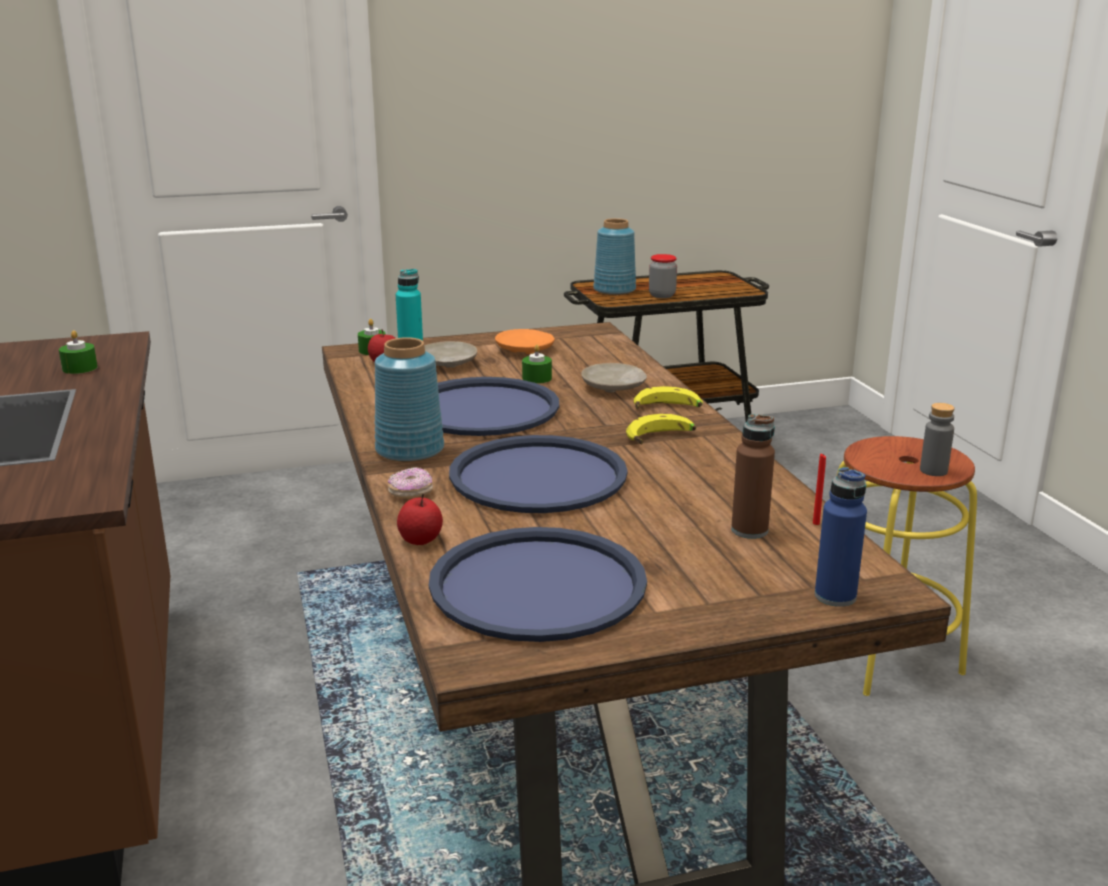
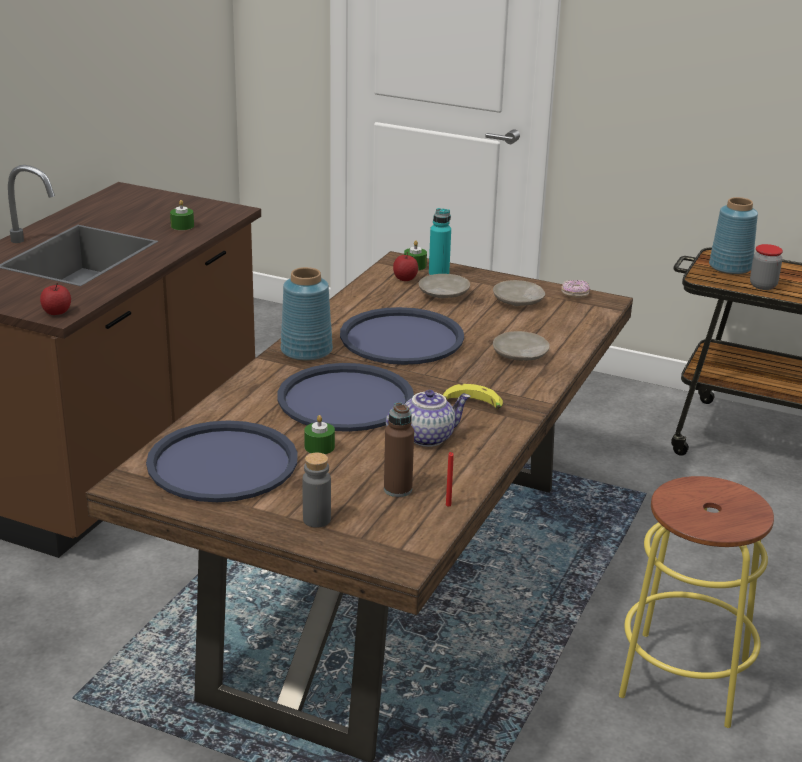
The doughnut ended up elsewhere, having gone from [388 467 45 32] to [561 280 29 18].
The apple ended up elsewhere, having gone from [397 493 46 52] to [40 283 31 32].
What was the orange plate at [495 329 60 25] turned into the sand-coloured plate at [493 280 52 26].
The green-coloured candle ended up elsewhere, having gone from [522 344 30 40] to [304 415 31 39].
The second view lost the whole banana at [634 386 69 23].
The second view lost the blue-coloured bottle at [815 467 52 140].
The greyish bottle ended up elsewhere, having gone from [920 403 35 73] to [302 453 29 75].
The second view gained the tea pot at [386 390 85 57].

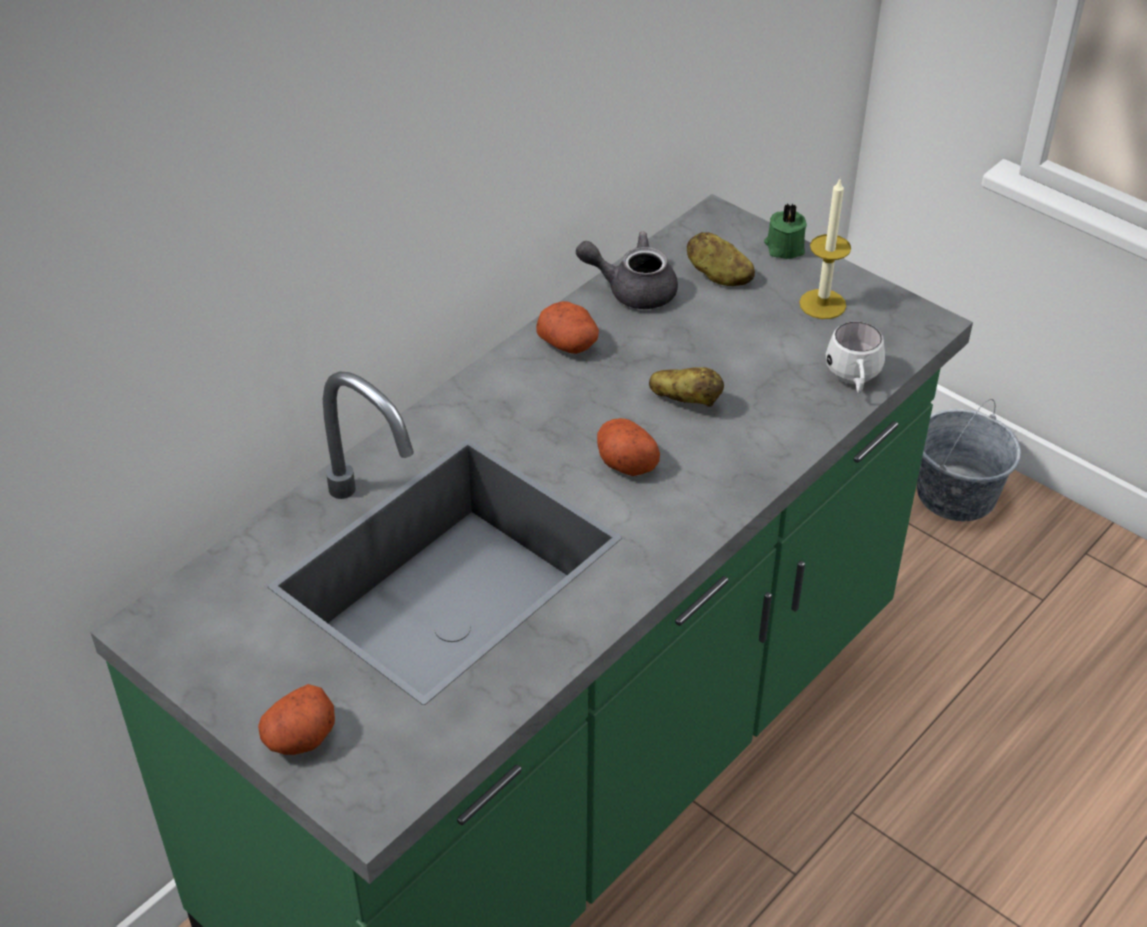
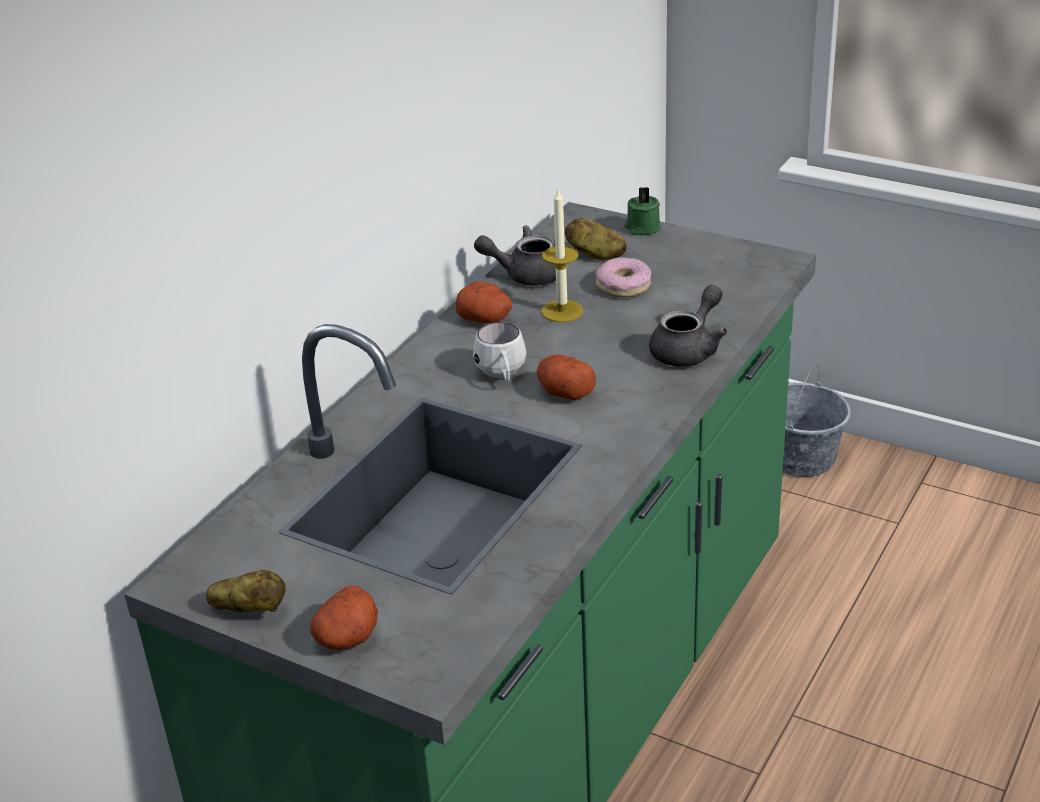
The whole potato ended up elsewhere, having gone from [649 367 75 40] to [206 570 80 42].
The candle ended up elsewhere, having gone from [799 179 52 140] to [541 190 42 132].
The white-coloured tea mug ended up elsewhere, having gone from [826 322 59 72] to [473 322 53 60].
The second view gained the doughnut at [596 257 55 40].
The second view gained the greyish tea pot at [649 285 78 82].

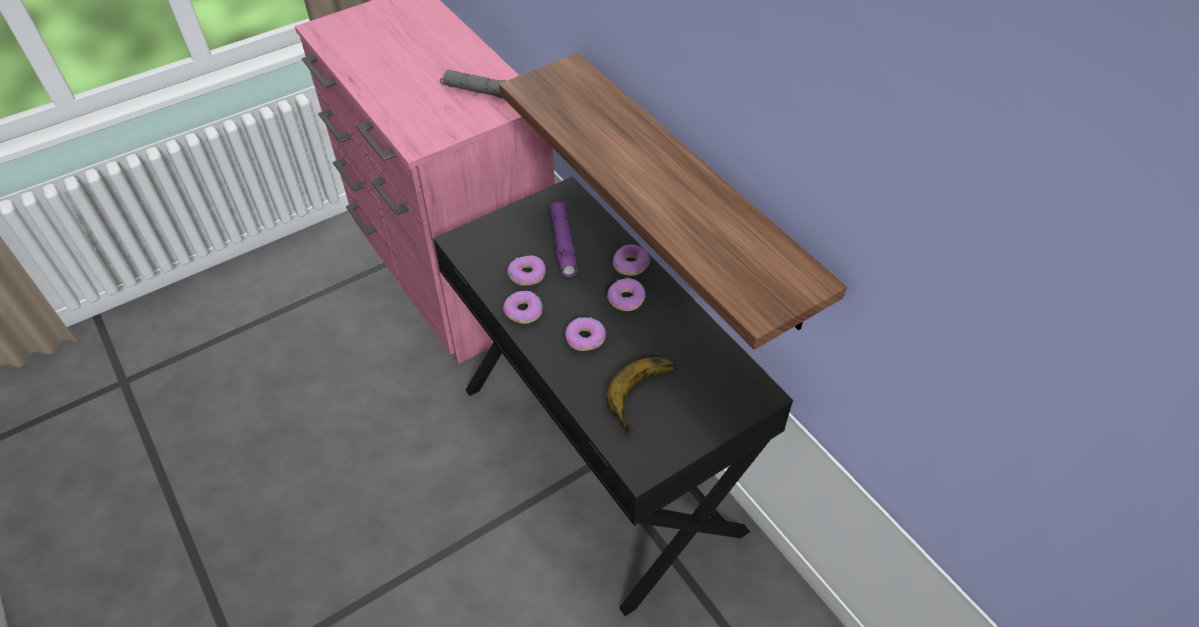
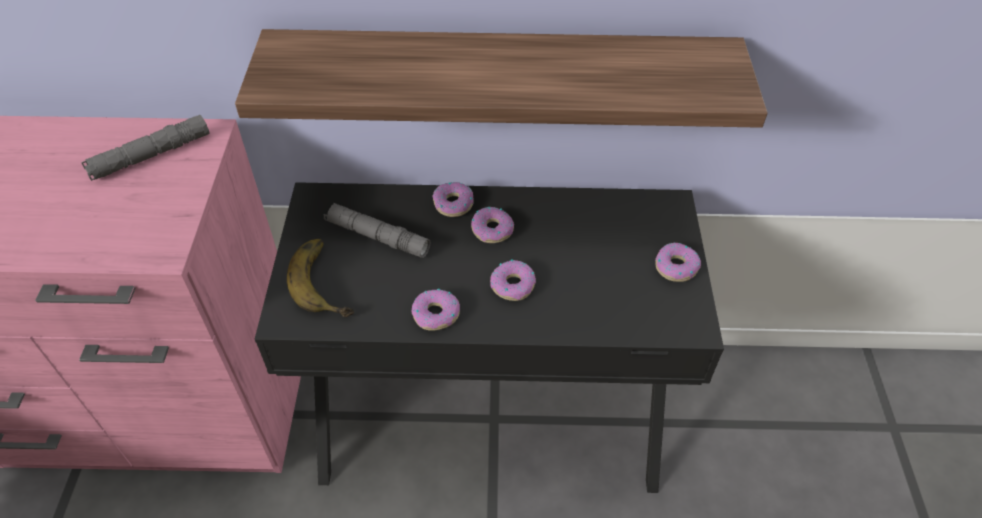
The doughnut ended up elsewhere, having gone from [507 255 39 31] to [655 243 46 39].
What was the purple hand torch at [549 202 29 75] turned into the greyish hand torch at [324 203 107 55].
The whole banana ended up elsewhere, having gone from [606 357 69 77] to [287 239 67 78].

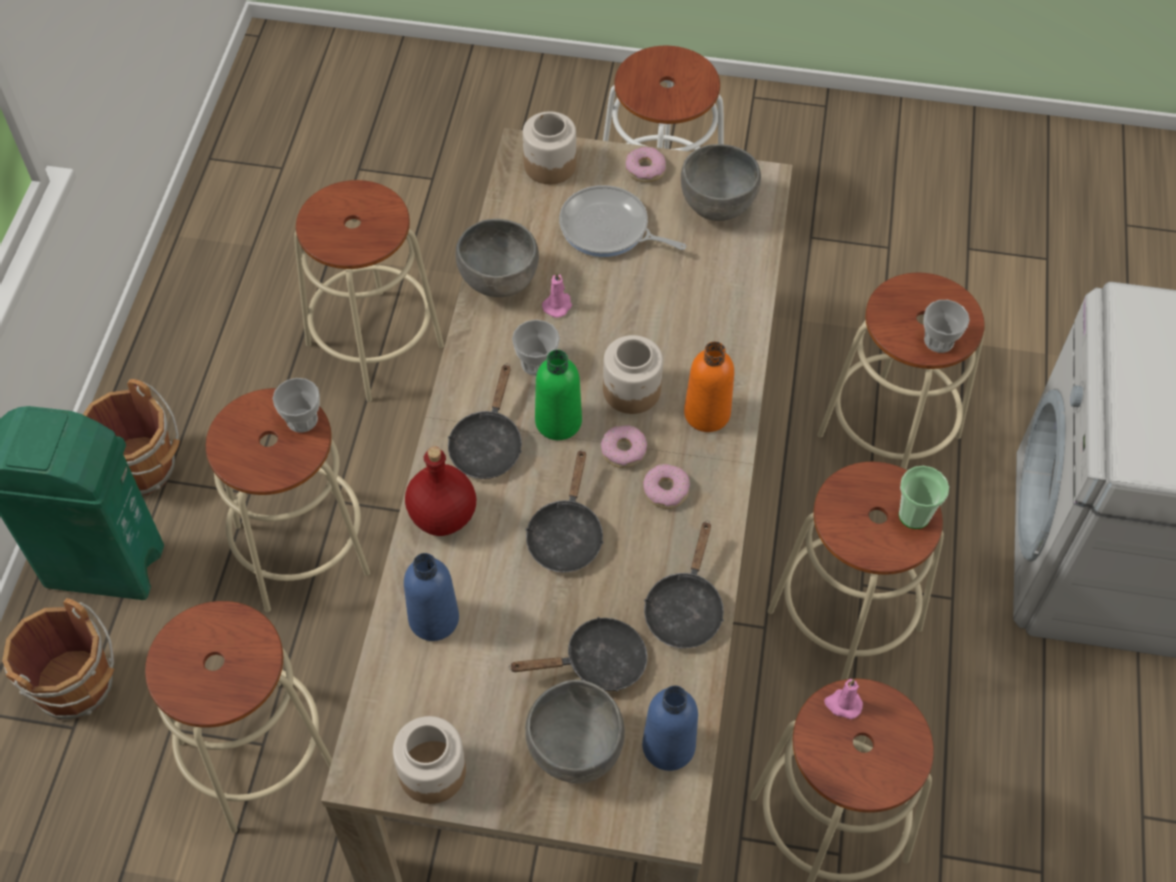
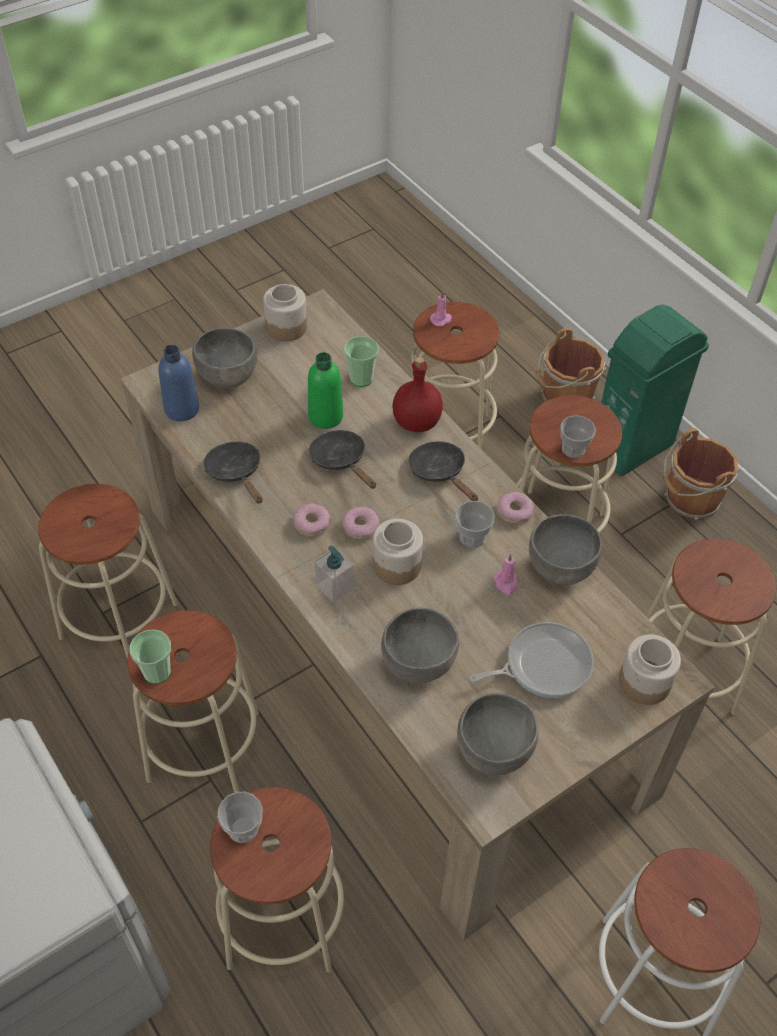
Where the blue-coloured bottle stood at [404 553 55 88], the small cup came to stand at [344 336 35 51].
The second view lost the blackish frying pan at [509 617 138 74].
The green-coloured bottle ended up elsewhere, having gone from [535 350 47 90] to [308 352 35 77].
The doughnut ended up elsewhere, having gone from [626 147 40 35] to [497 492 37 32].
Where the orange bottle stood at [684 341 50 91], the soap dispenser came to stand at [314 546 40 57].
The pinkish candle ended up elsewhere, having gone from [824 679 39 40] to [430 291 22 35].
The second view gained the greyish bowl at [381 607 78 76].

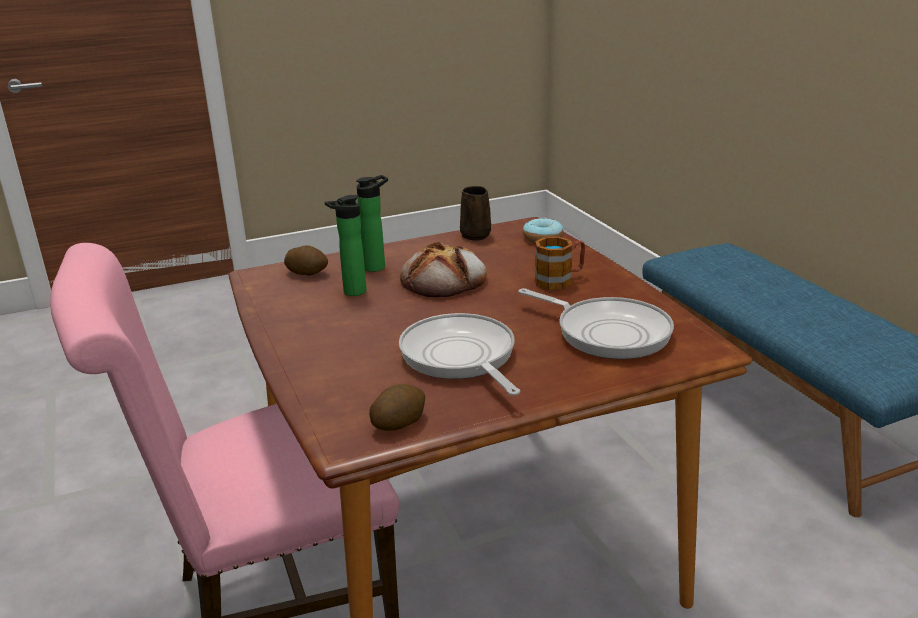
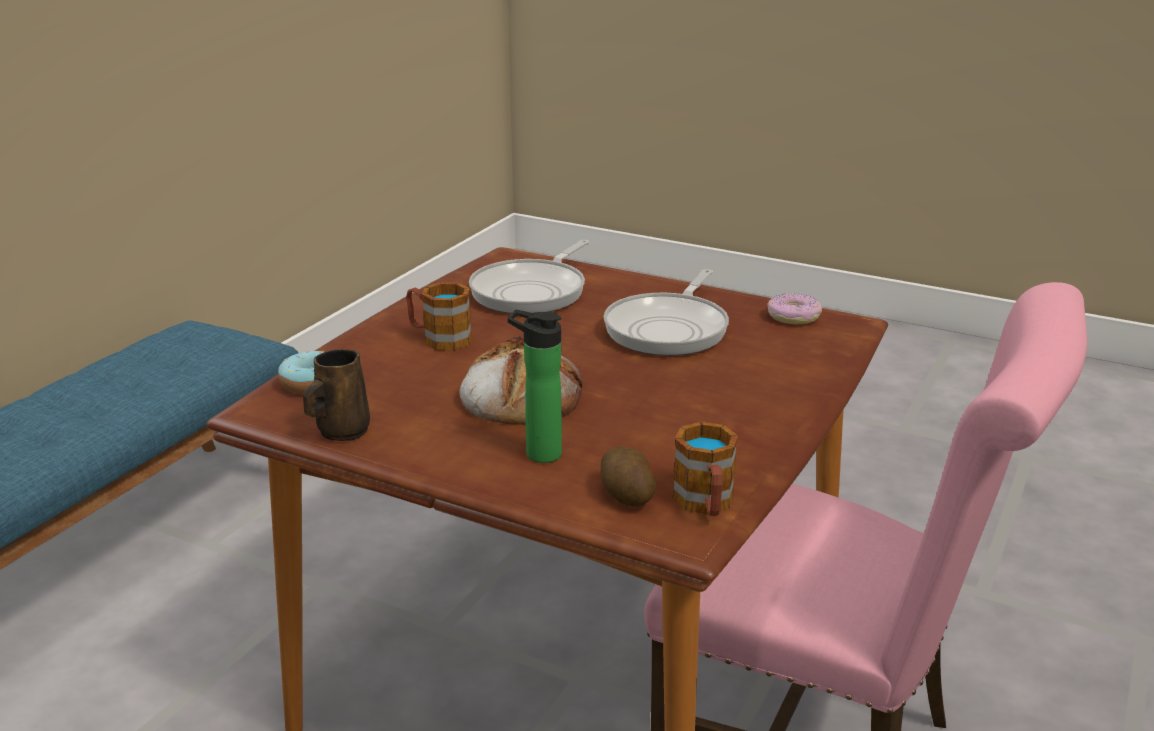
The second view lost the bottle at [325 195 42 101].
Where the whole potato stood at [369 384 56 47], the doughnut came to stand at [768 293 54 31].
The frying pan at [519 288 155 71] ended up facing another way, 150 degrees counterclockwise from before.
The second view gained the tea mug at [672 422 66 94].

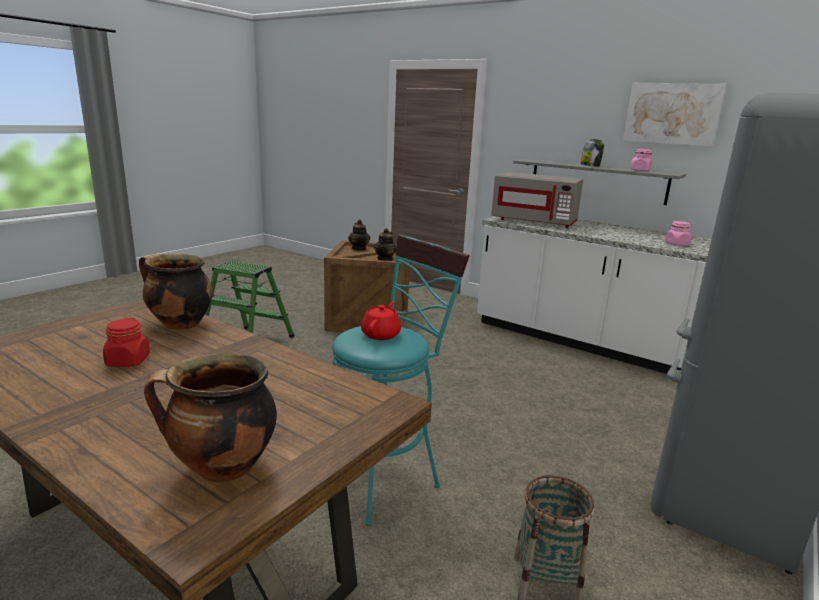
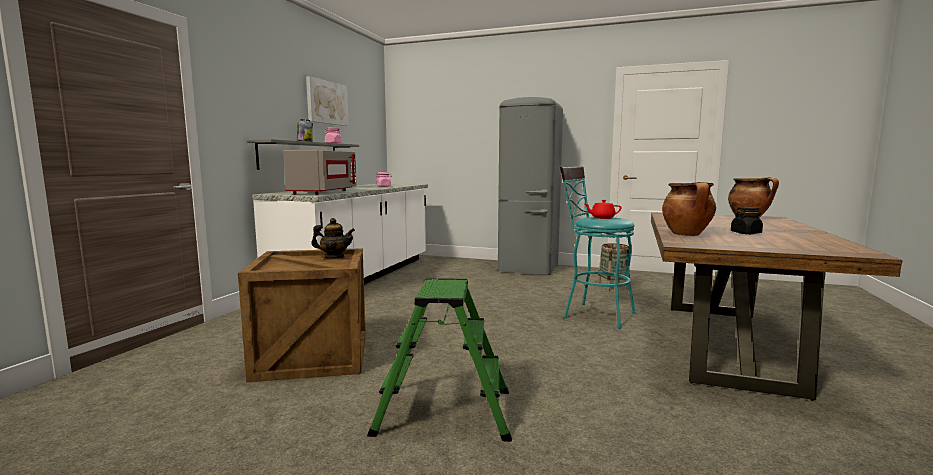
What was the red-coloured storage jar at [103 318 47 49] turned into the blackish storage jar at [731 207 32 27].
The second view lost the tea pot at [348 220 22 31].

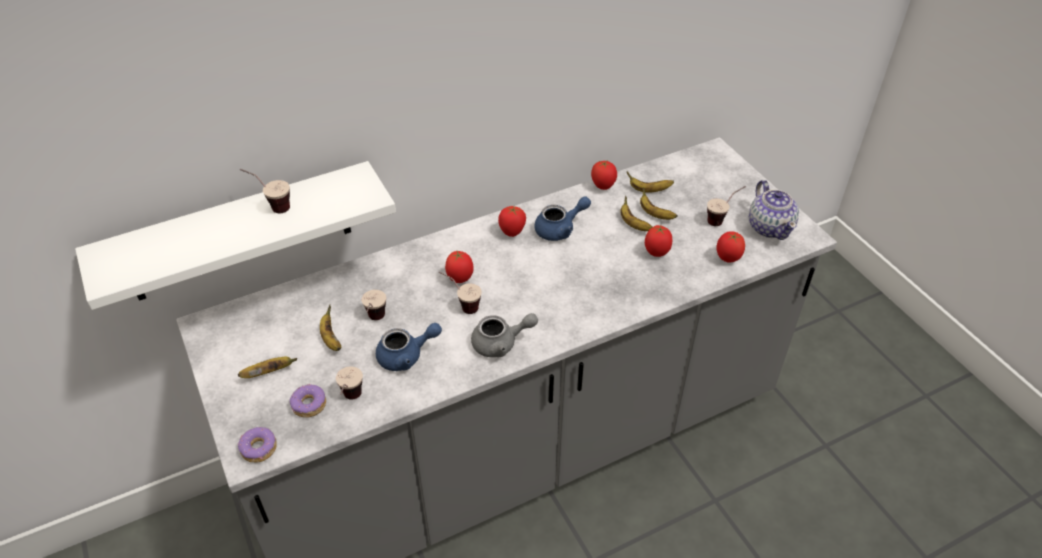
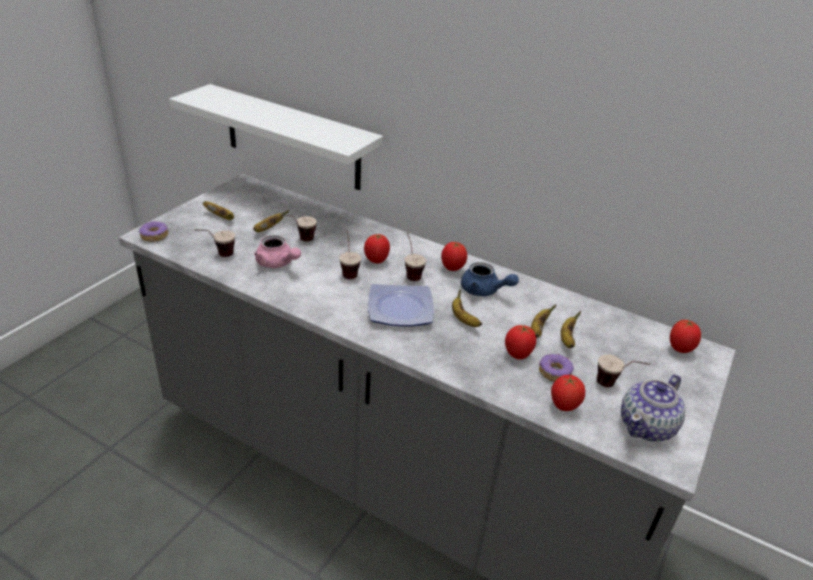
The small cup ended up elsewhere, having gone from [240 169 50 44] to [405 232 21 49].
The doughnut ended up elsewhere, having gone from [290 384 36 34] to [539 354 35 28].
What was the blue-coloured tea pot at [376 323 66 48] turned into the pinkish tea pot at [254 235 47 33].
The second view lost the greyish tea pot at [471 313 67 44].
The whole tomato ended up elsewhere, having gone from [591 161 26 29] to [670 320 31 33].
The whole banana ended up elsewhere, having gone from [627 172 47 21] to [452 290 30 37].
The second view gained the plate at [368 284 66 42].

